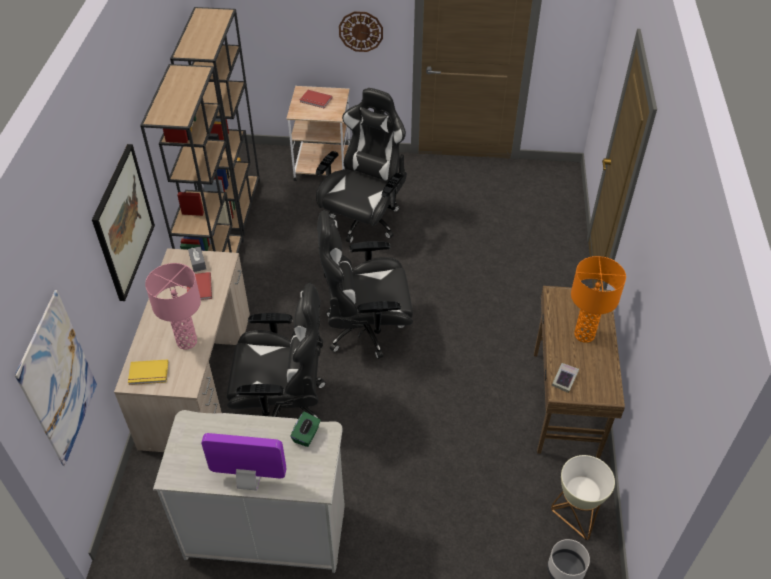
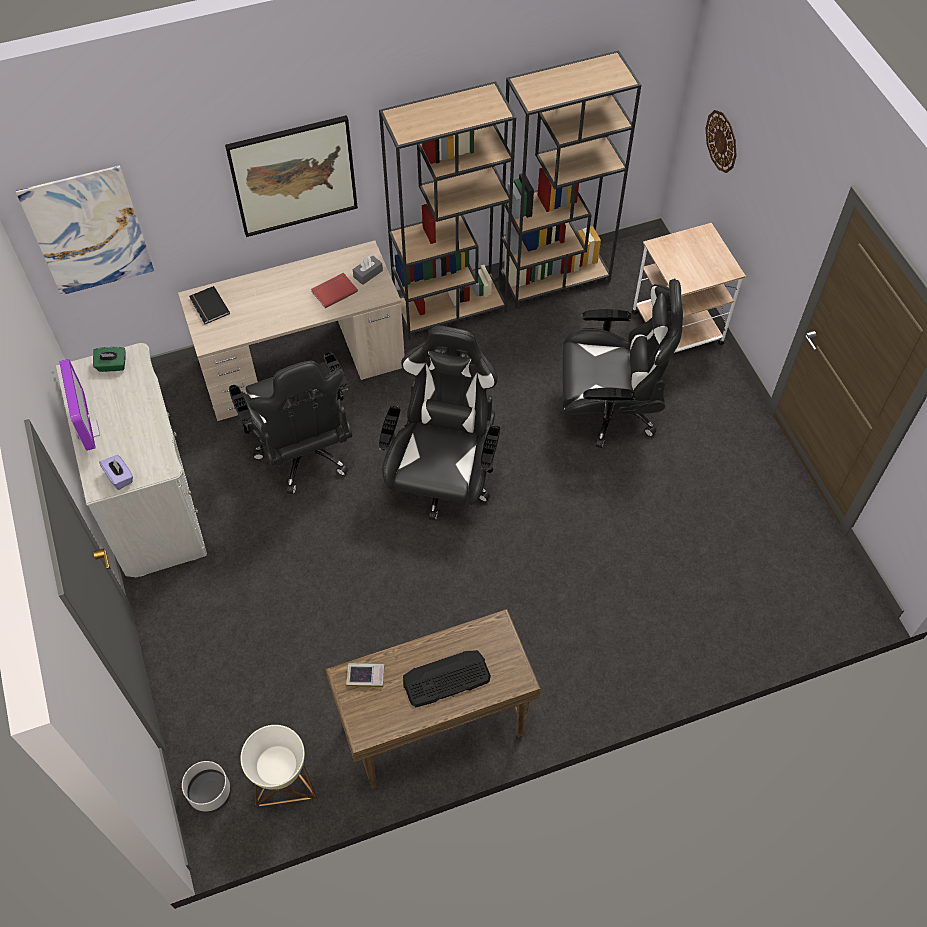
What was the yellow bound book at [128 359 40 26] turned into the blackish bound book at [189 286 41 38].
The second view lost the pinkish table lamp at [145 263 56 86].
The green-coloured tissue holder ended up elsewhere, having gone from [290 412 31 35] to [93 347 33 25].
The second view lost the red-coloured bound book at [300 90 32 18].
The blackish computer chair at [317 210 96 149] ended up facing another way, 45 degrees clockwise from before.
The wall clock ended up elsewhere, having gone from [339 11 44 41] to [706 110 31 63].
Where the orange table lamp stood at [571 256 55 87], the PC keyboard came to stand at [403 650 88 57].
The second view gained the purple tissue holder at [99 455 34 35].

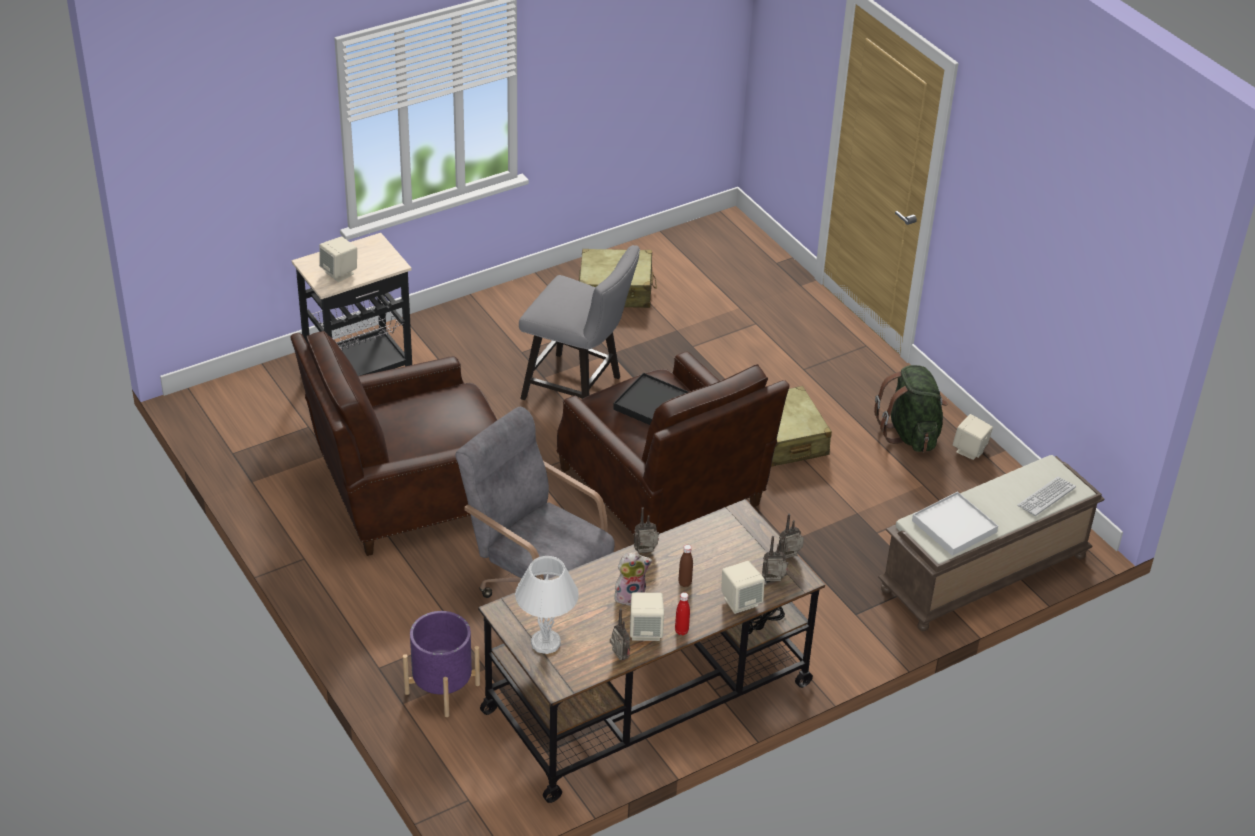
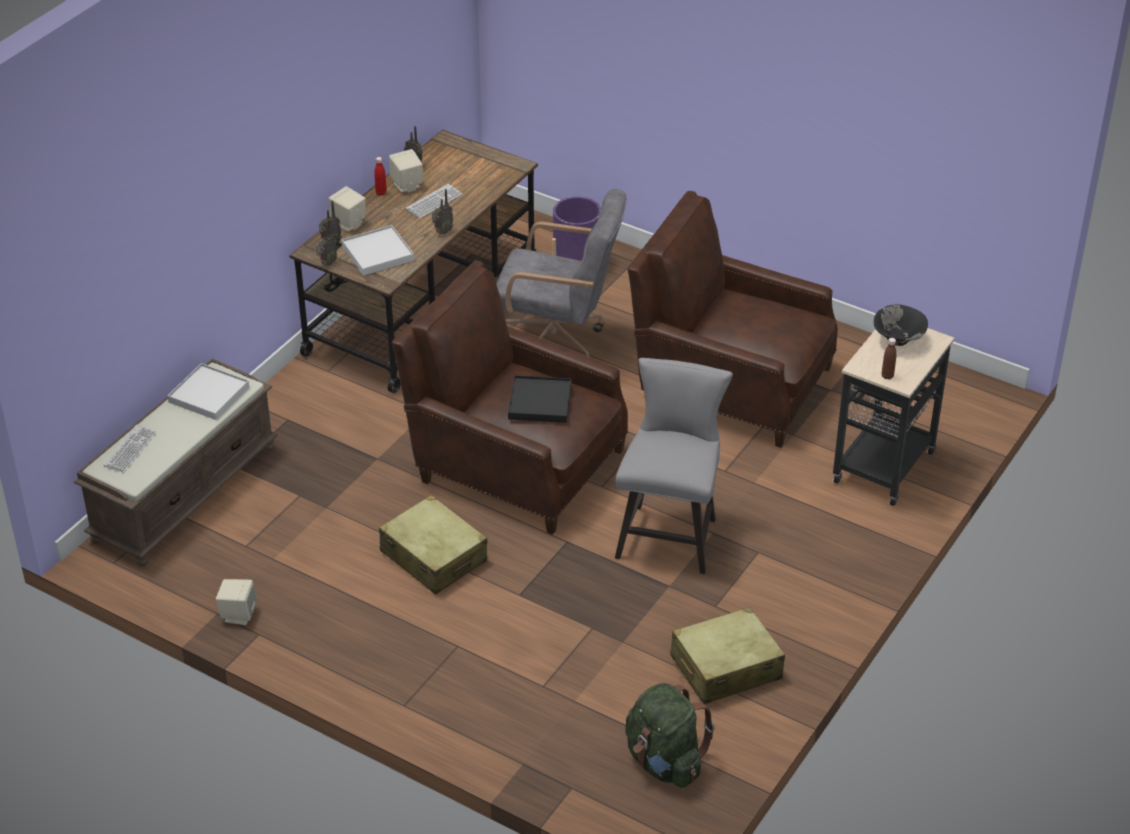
The brown armchair at [290 331 207 225] ended up facing another way, 105 degrees counterclockwise from before.
Where the sand-coloured loudspeaker stood at [319 237 38 45], the blackish bowl came to stand at [874 304 54 42].
The second view lost the white-coloured table lamp at [515 556 64 98].
The greyish plain chair at [519 245 121 155] ended up facing another way, 105 degrees clockwise from before.
Where the plush toy stood at [614 552 38 53], the PC keyboard came to stand at [406 184 56 34].
The brown bottle ended up elsewhere, having gone from [678 545 15 42] to [882 338 14 41].
The green-coloured rucksack ended up elsewhere, having gone from [874 365 73 87] to [625 683 90 105].
The second view gained the white-coloured carrying tray at [341 225 73 51].

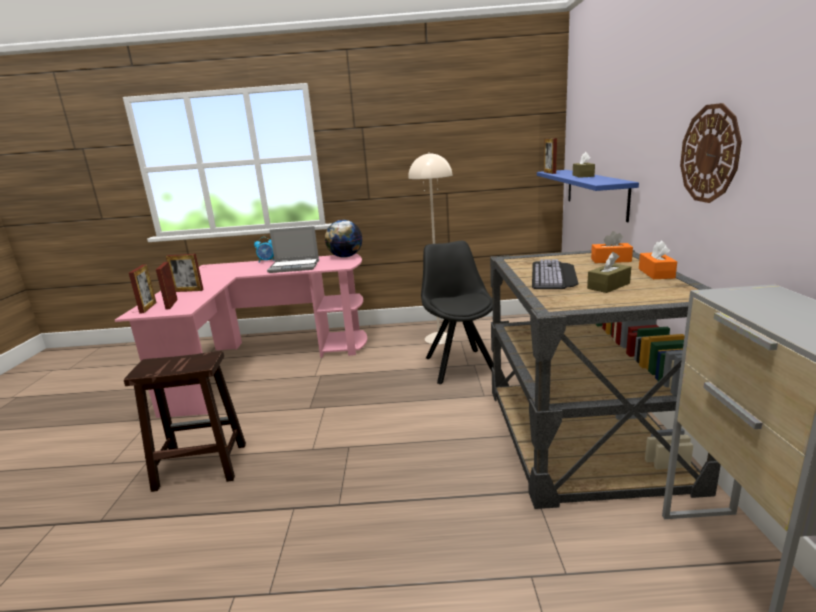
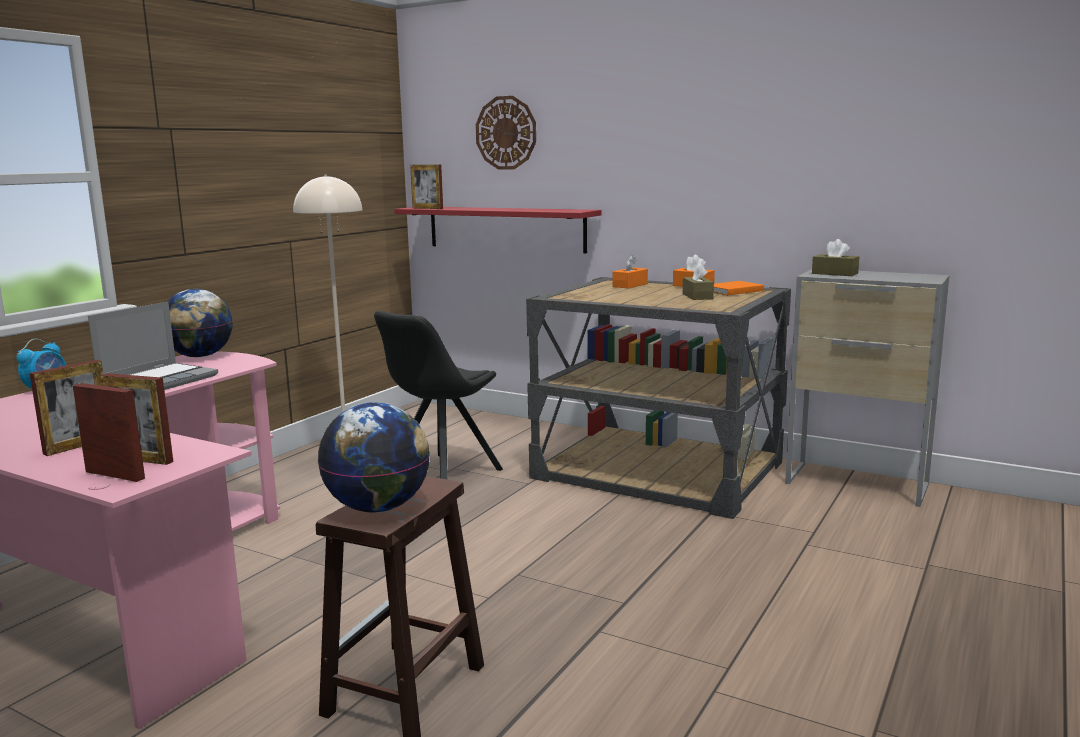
The blackish plain chair at [421 241 72 143] ended up facing another way, 75 degrees counterclockwise from before.
The second view lost the PC keyboard at [532 259 47 30].
What was the blue-coloured shelf at [537 170 102 52] turned into the red-coloured shelf at [394 207 208 46].
The brown tissue holder ended up elsewhere, having gone from [573 152 22 26] to [812 239 47 37].
The wall clock ended up elsewhere, having gone from [680 103 62 100] to [476 96 60 74].
The second view gained the world globe at [318 402 112 111].
The second view gained the orange bound book at [714 281 50 14].

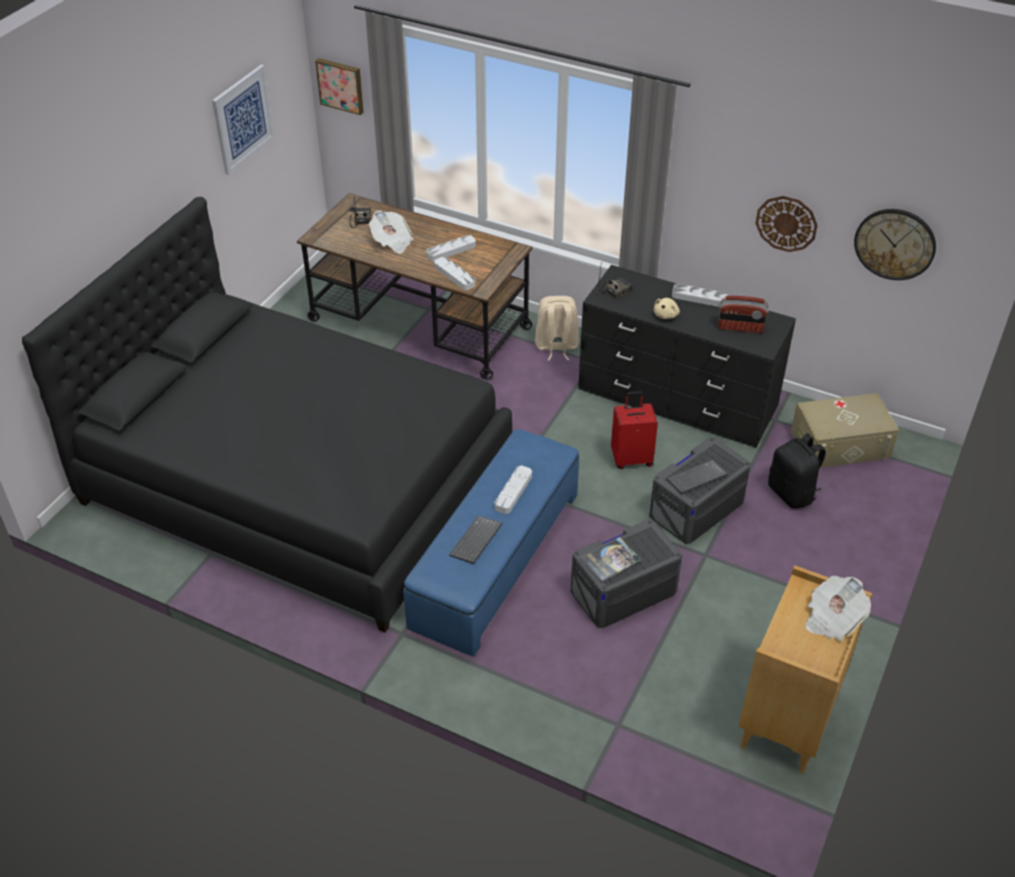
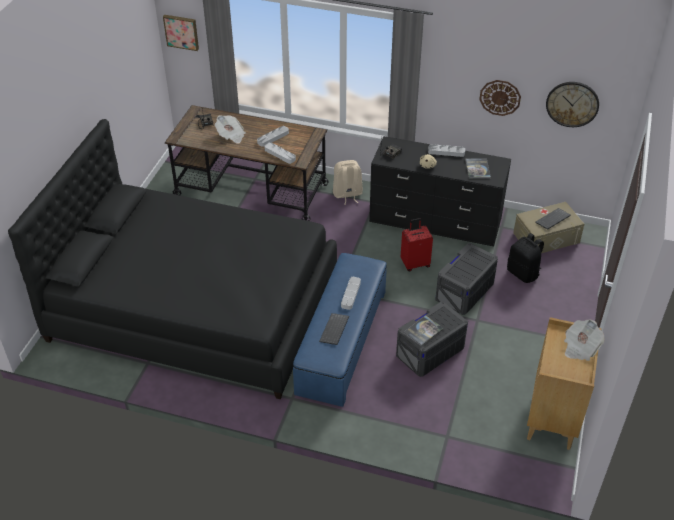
The second view lost the picture at [212 65 63 110].
The PC keyboard ended up elsewhere, having gone from [666 460 62 34] to [535 208 36 22].
Where the radio stood at [718 296 51 37], the bound book came to stand at [465 158 26 21].

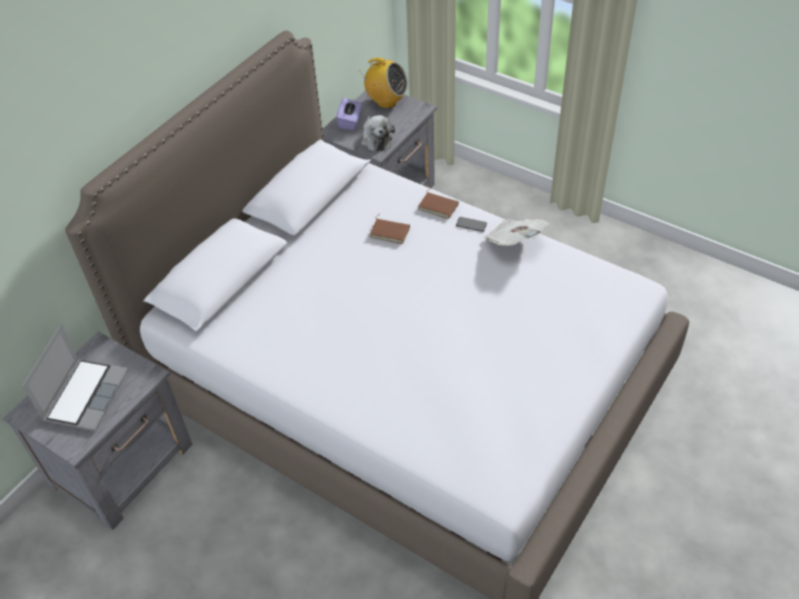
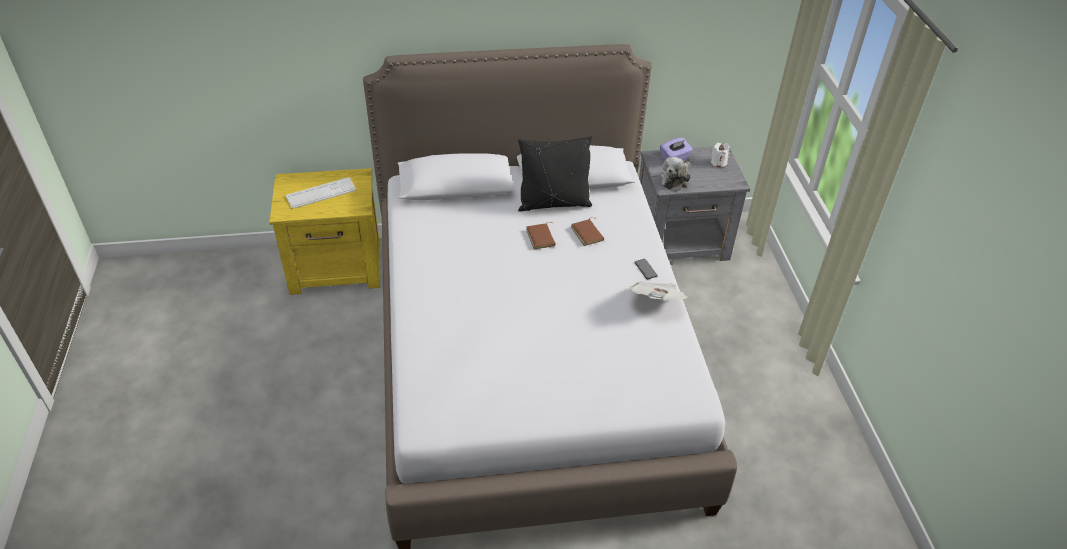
What was the greyish bedside table at [3 331 190 199] turned into the yellow bedside table at [269 168 111 127].
Where the laptop stood at [22 324 107 107], the PC keyboard came to stand at [285 177 72 32].
Where the radio stood at [359 58 49 50], the white-coloured candle came to stand at [711 143 19 24].
The brown bound book ended up elsewhere, having gone from [418 188 41 31] to [526 222 30 27].
The second view gained the blackish throw pillow at [518 136 75 76].

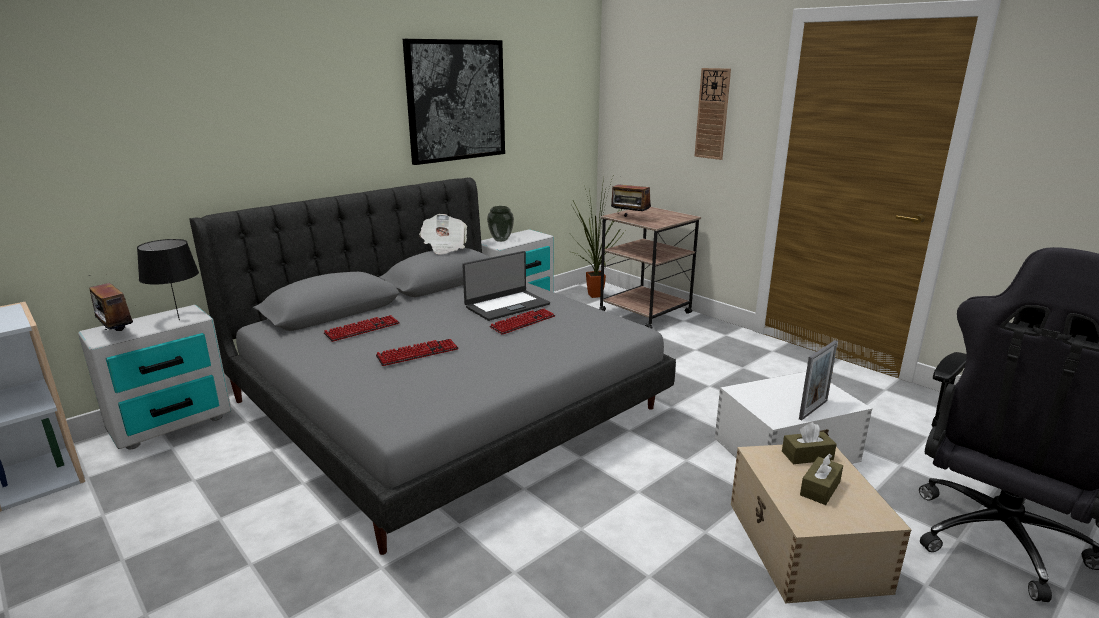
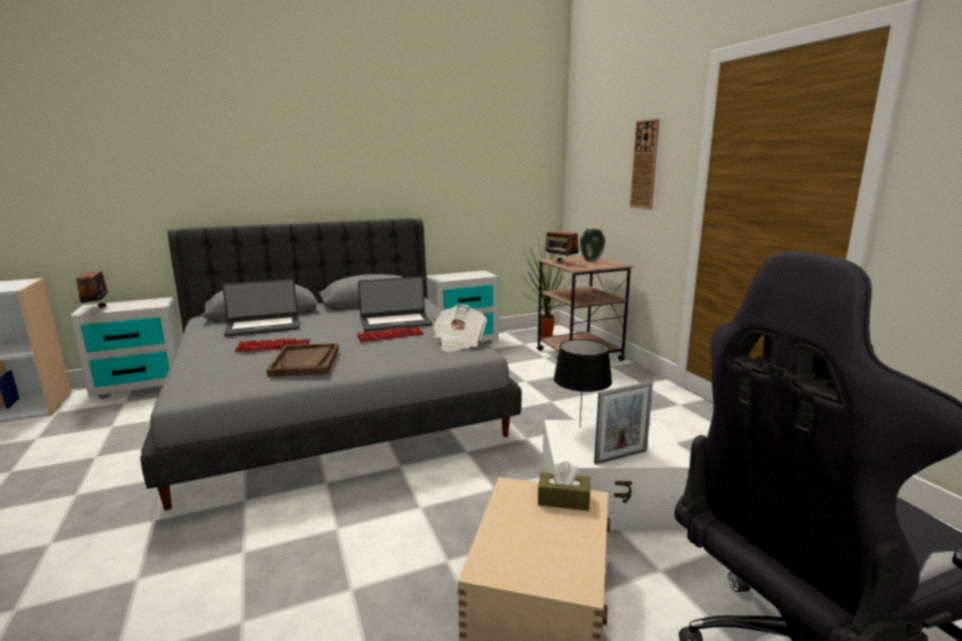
The blackish table lamp ended up elsewhere, having gone from [137 239 62 81] to [553 339 59 86].
Where the PC keyboard stood at [323 315 77 27], the laptop came to stand at [222 279 77 57].
The second view lost the picture at [403 39 102 126].
The newspaper ended up elsewhere, having gone from [419 214 48 41] to [433 304 54 48].
The decorative vase ended up elsewhere, having gone from [487 206 27 36] to [580 229 25 33].
The second view lost the brown tissue holder at [800 453 43 52].
The second view gained the brown carrying tray at [267 343 72 34].

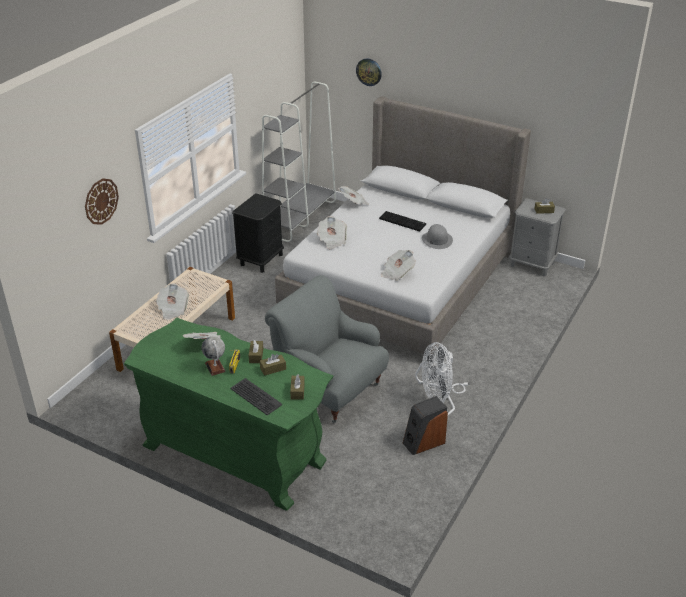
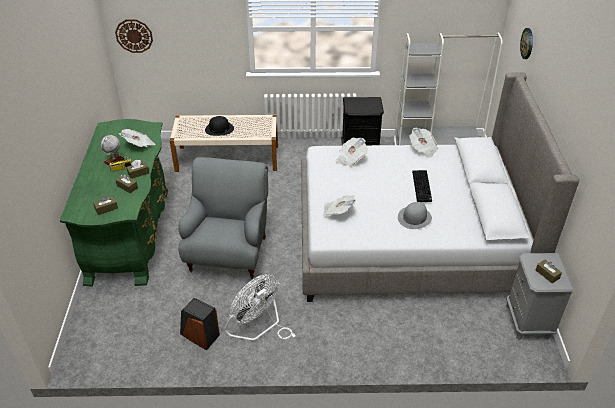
The wall clock ended up elsewhere, having gone from [85 178 34 47] to [115 19 38 34].
Where the newspaper stood at [156 284 33 36], the blackish hat came to stand at [205 116 29 20].
The second view lost the PC keyboard at [230 378 53 37].

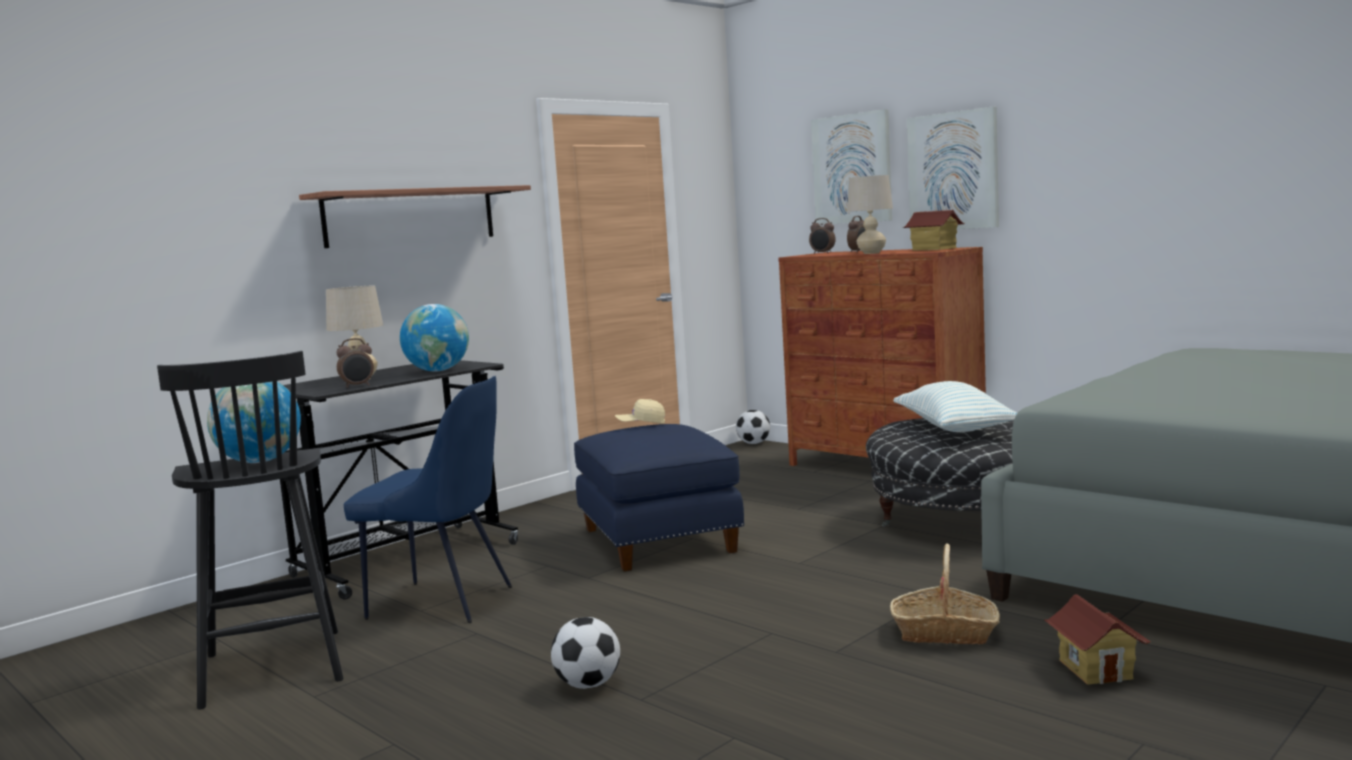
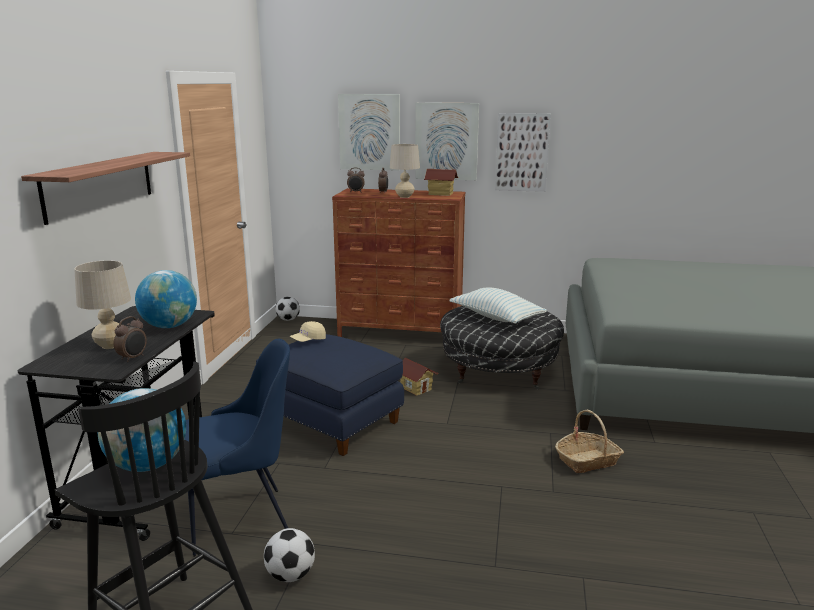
The football ended up elsewhere, having gone from [551 617 69 72] to [264 528 51 54].
The toy house ended up elsewhere, having gone from [1045 594 106 91] to [400 358 39 38].
The second view gained the picture at [495 113 56 79].

